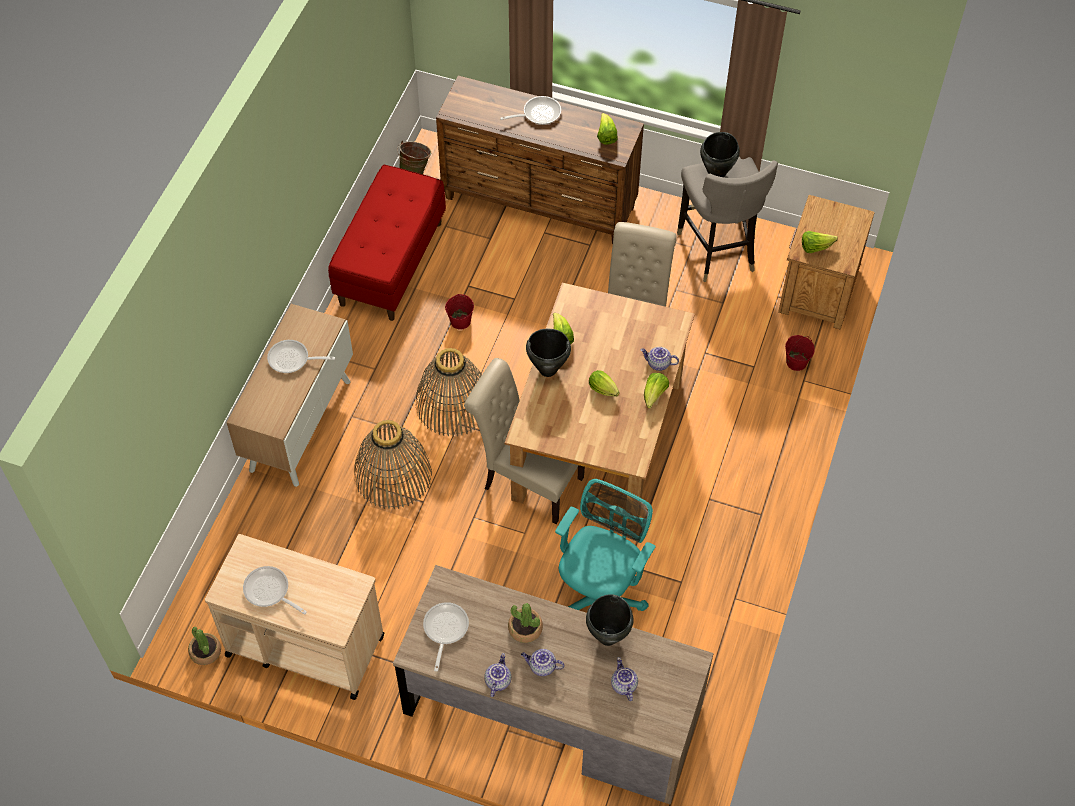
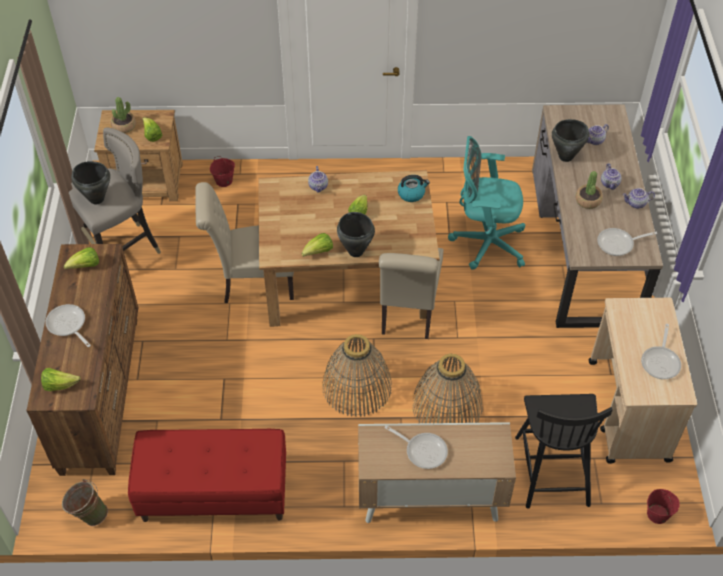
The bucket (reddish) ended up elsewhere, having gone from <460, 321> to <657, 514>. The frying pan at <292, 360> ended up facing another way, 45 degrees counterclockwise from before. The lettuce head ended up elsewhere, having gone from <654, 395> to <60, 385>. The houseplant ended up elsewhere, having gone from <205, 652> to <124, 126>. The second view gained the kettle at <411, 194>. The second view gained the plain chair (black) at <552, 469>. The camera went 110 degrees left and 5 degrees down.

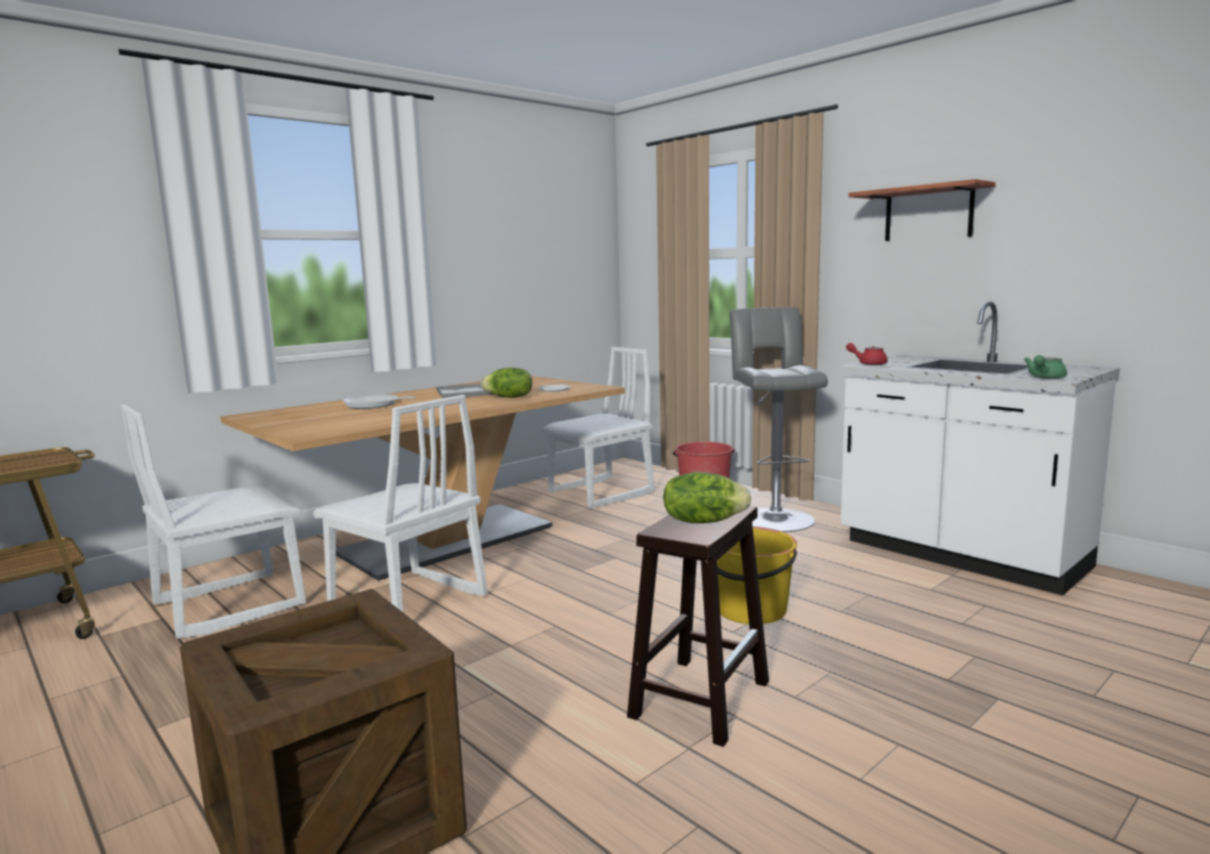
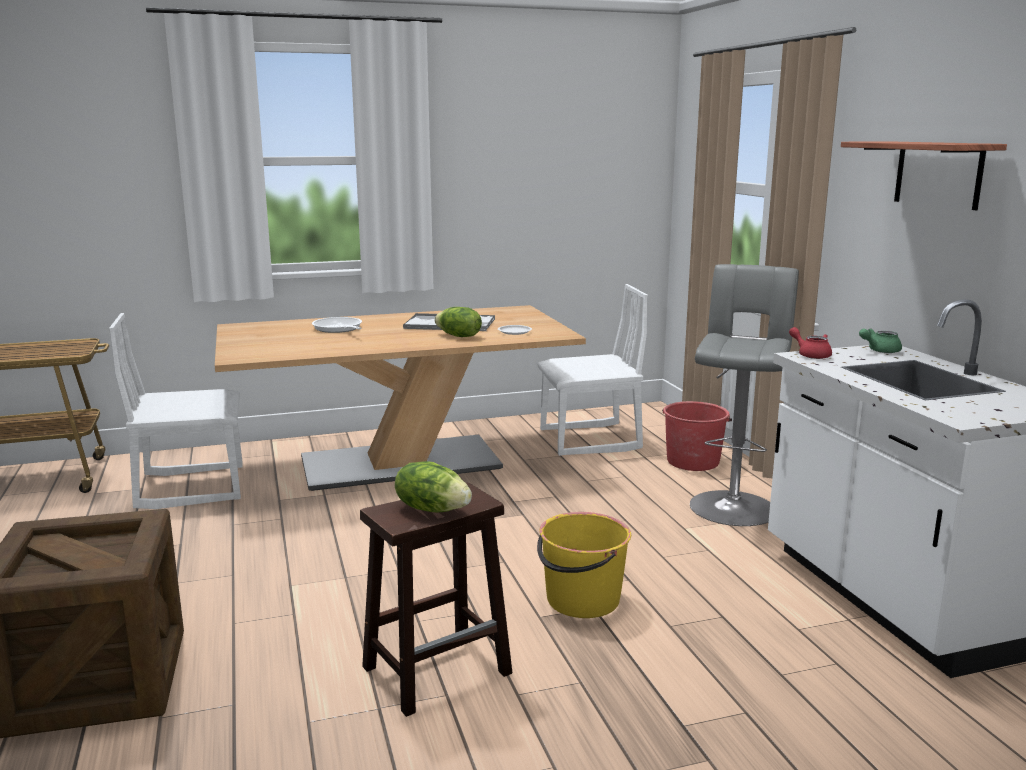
The teapot (green-coloured) ended up elsewhere, having gone from <1044, 378> to <879, 351>. The second view lost the plain chair (white) at <407, 602>. The camera went 25 degrees right and 5 degrees up.

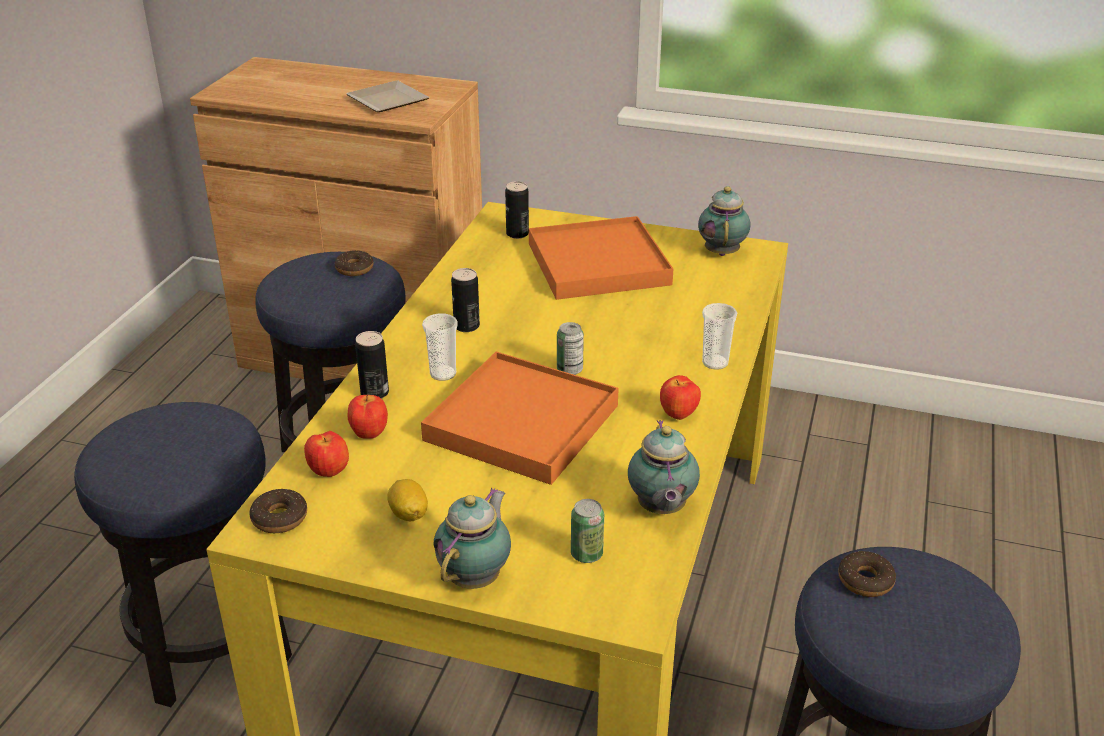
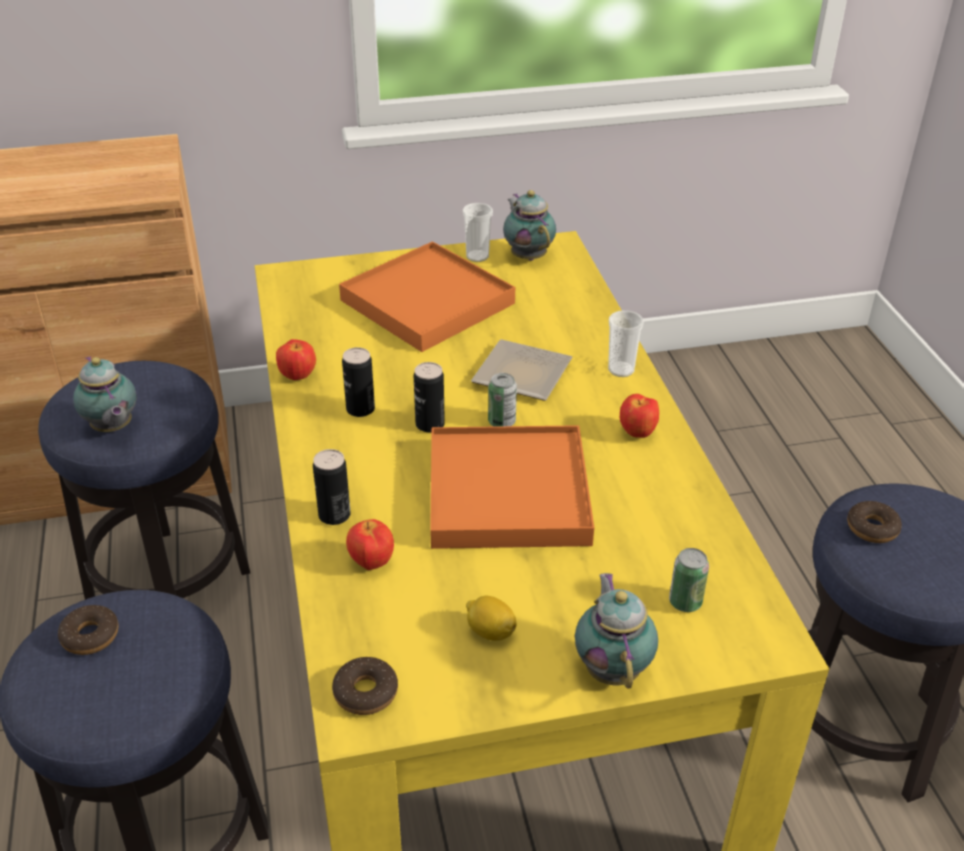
The plate ended up elsewhere, having gone from <385, 101> to <518, 375>. The sealed can ended up elsewhere, having gone from <517, 234> to <430, 424>. The doughnut ended up elsewhere, having gone from <354, 269> to <90, 636>. The drinking cup ended up elsewhere, having gone from <443, 373> to <477, 256>. The teapot ended up elsewhere, having gone from <660, 509> to <112, 428>. The apple fruit ended up elsewhere, having gone from <329, 472> to <298, 376>. The camera went 30 degrees left and 5 degrees up.

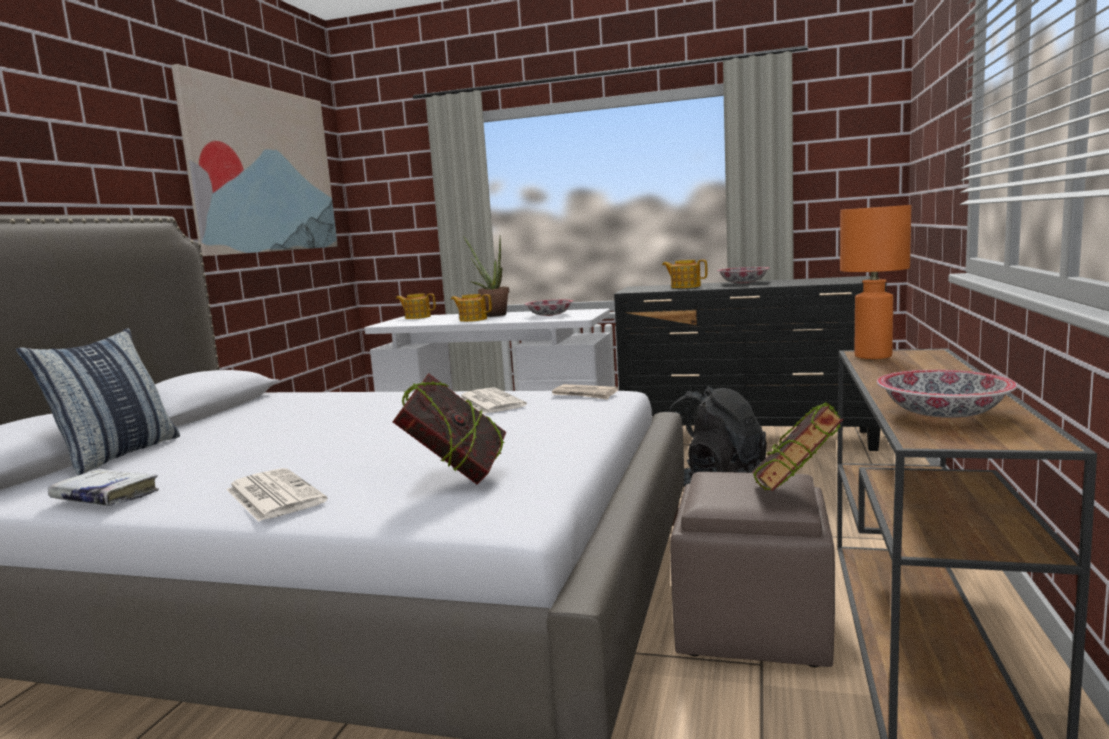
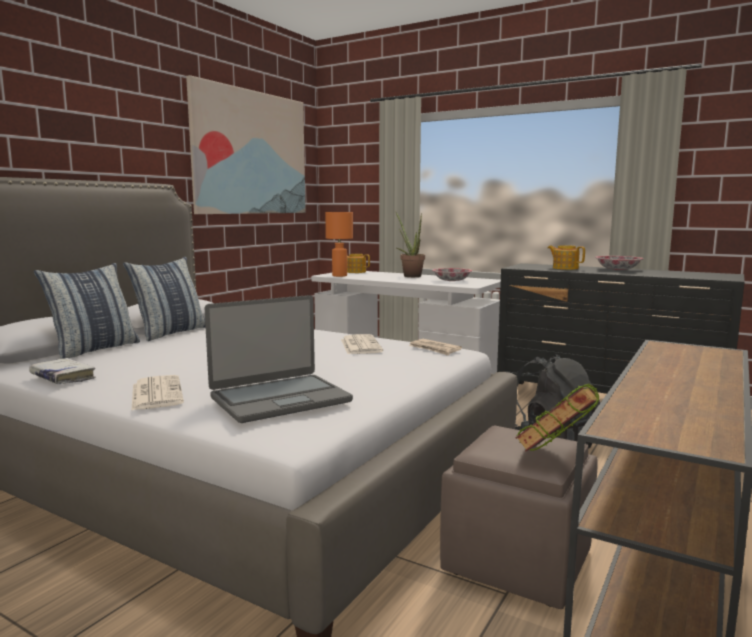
The lamp for a table (orange-coloured) ended up elsewhere, having gone from <873, 356> to <339, 276>. The second view lost the teapot at <472, 319>. The second view lost the serving bowl at <944, 414>. Where the book stood at <456, 476>, the notebook computer came to stand at <279, 399>. The second view gained the cushion at <171, 333>. The camera went 15 degrees right and 0 degrees up.

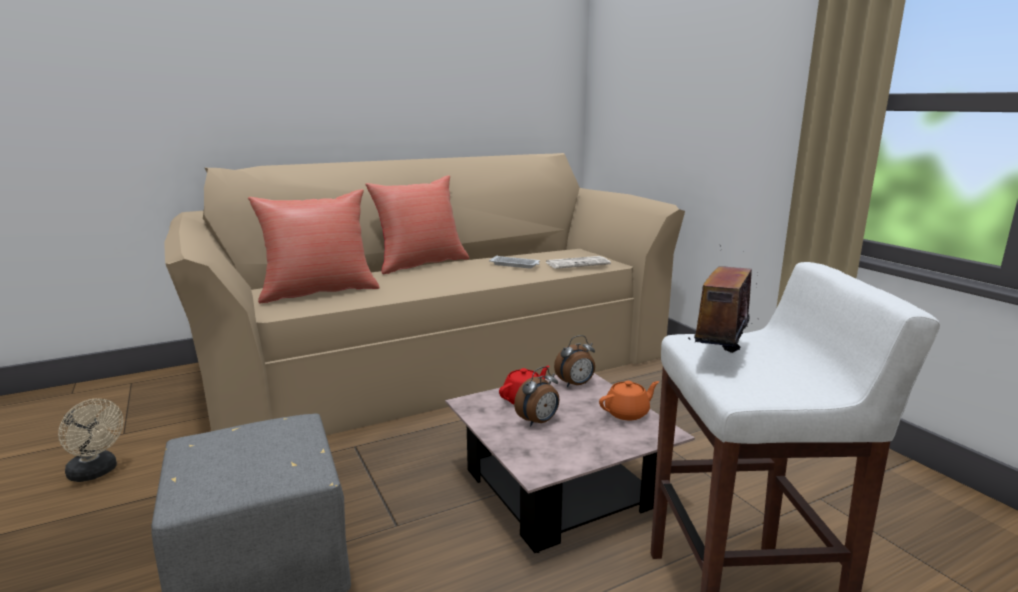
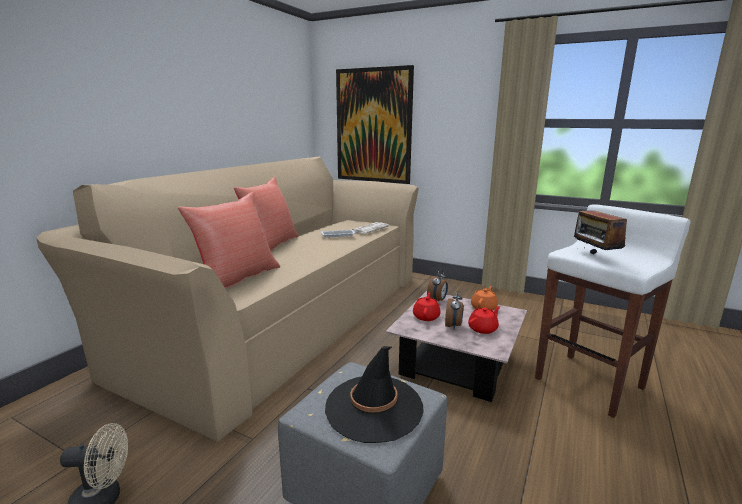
The second view gained the wall picture at <373, 126>. The second view gained the teapot (reddish) at <483, 329>. The second view gained the clothing hat (black) at <374, 407>. The camera went 35 degrees left and 0 degrees up.

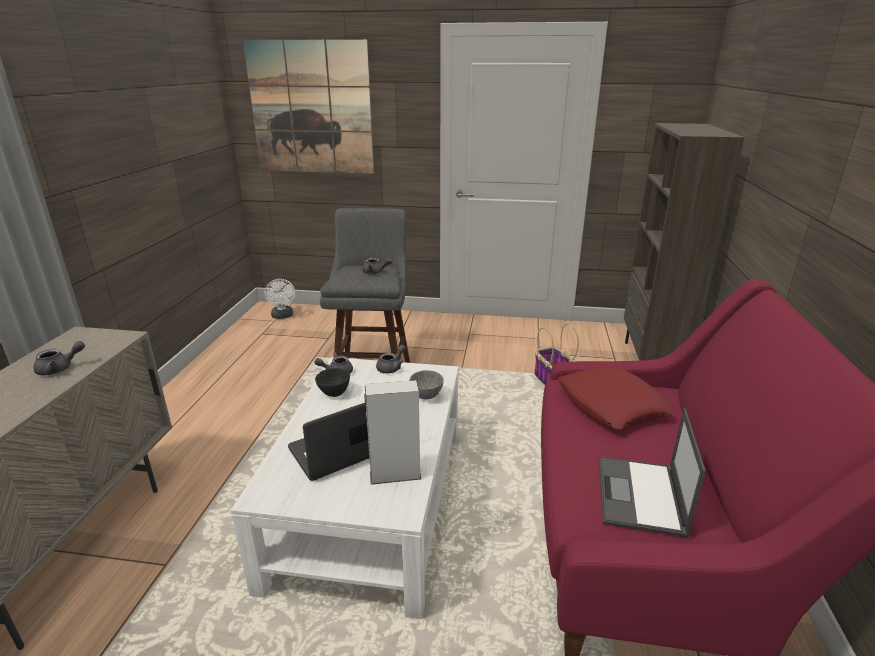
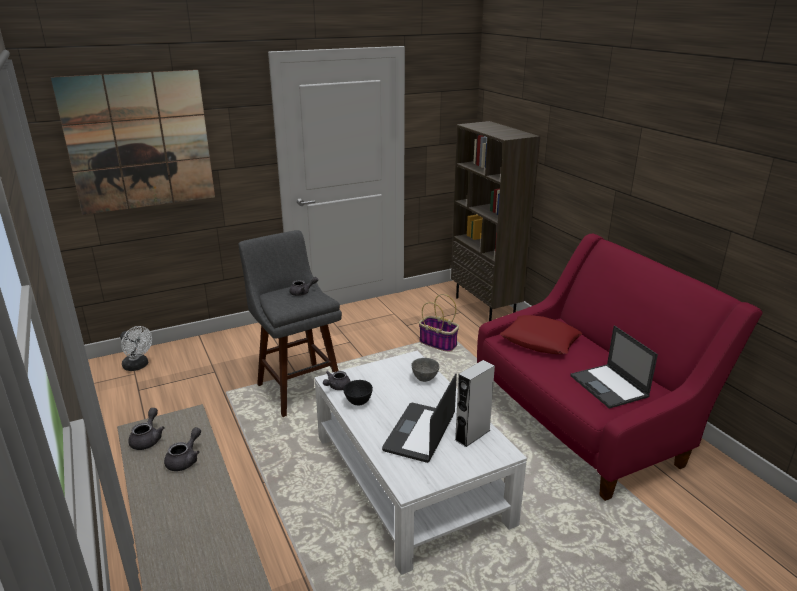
The teapot (gray) ended up elsewhere, having gone from <392, 367> to <148, 439>. The camera went 35 degrees left and 0 degrees up.

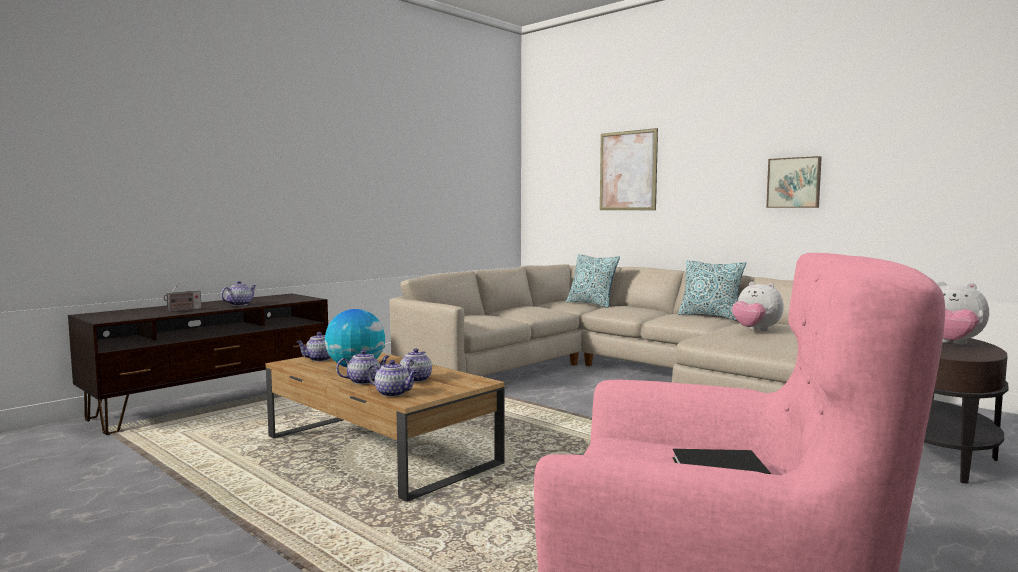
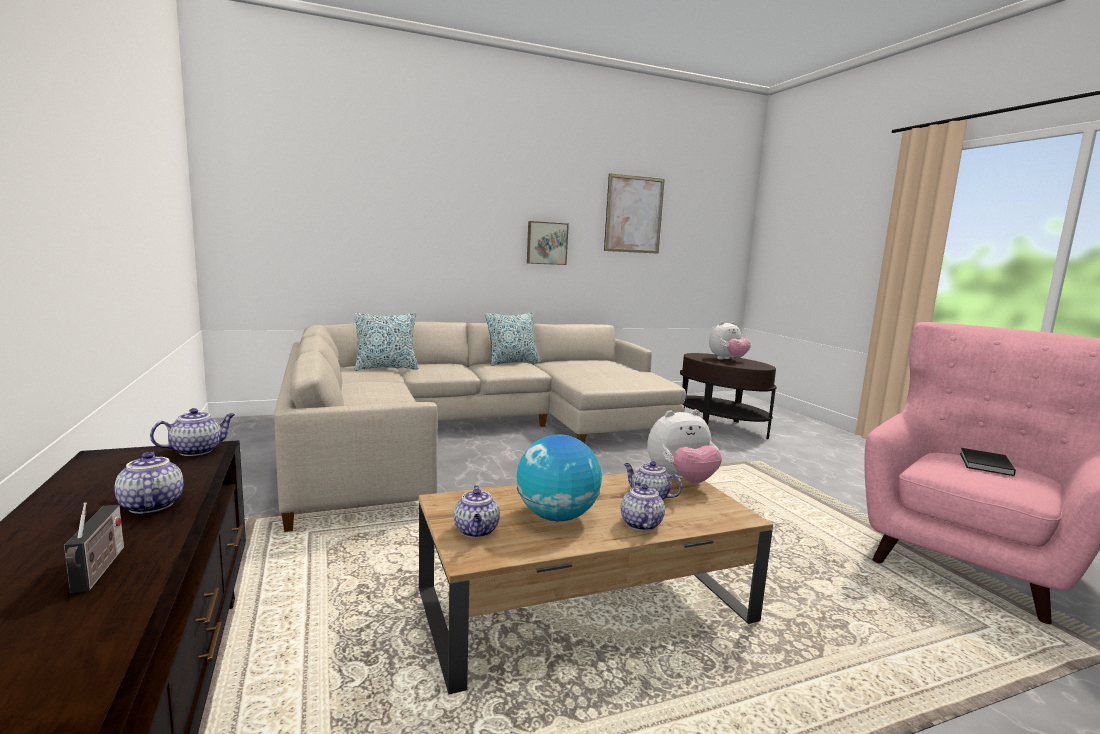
The wall picture ended up elsewhere, having gone from <628, 170> to <634, 214>. The plush toy ended up elsewhere, having gone from <755, 330> to <681, 481>. The teapot ended up elsewhere, having gone from <393, 393> to <197, 450>. The camera went 65 degrees left and 5 degrees up.

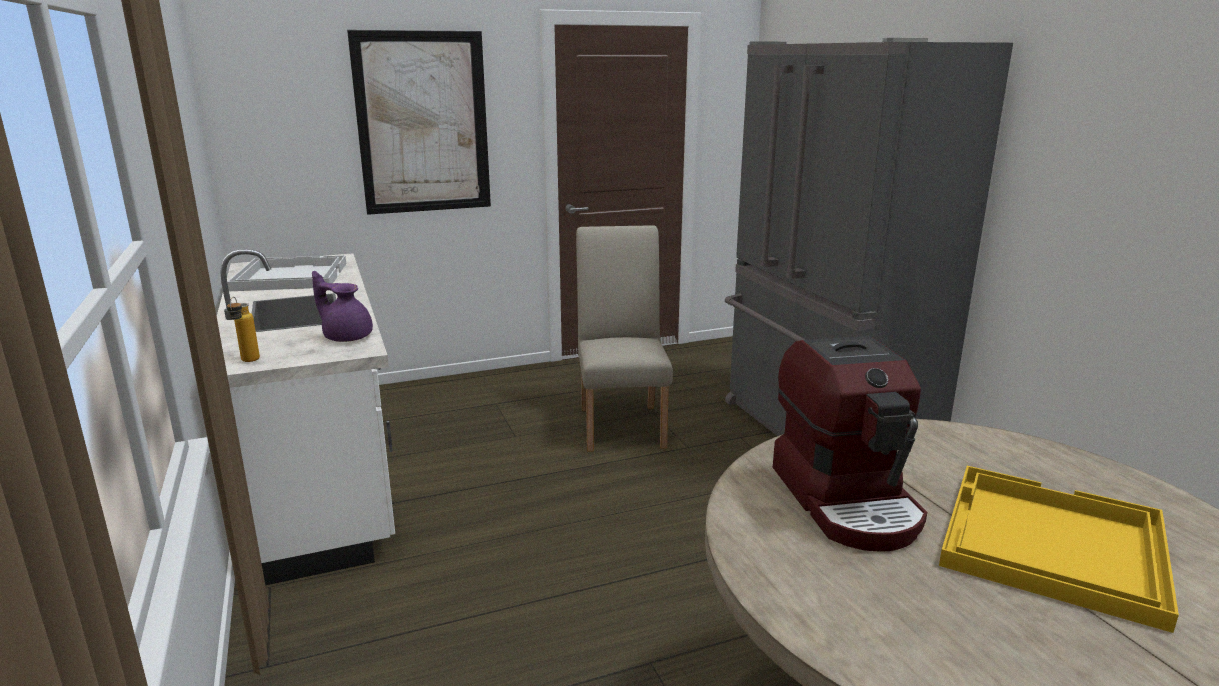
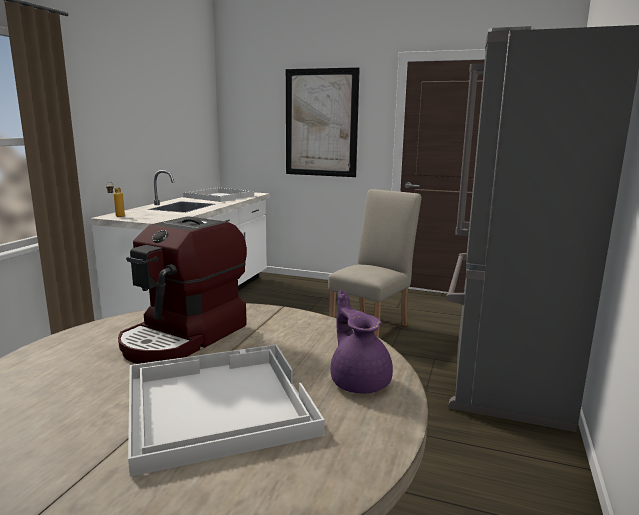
The teapot (purplish) ended up elsewhere, having gone from <346, 337> to <359, 381>. What was the carrying tray (yellow-coloured) at <1050, 545> turned into the carrying tray (white) at <216, 403>. The camera went 40 degrees right and 5 degrees down.

